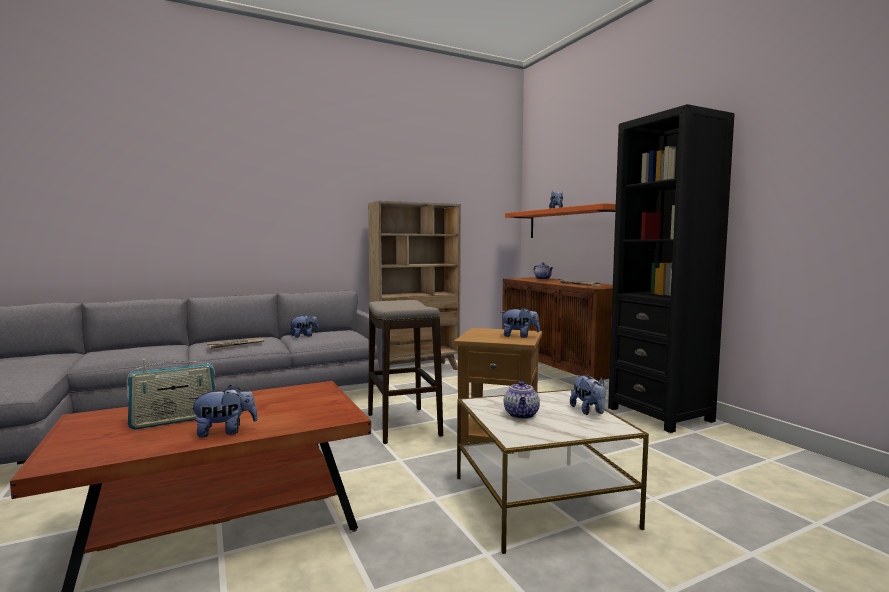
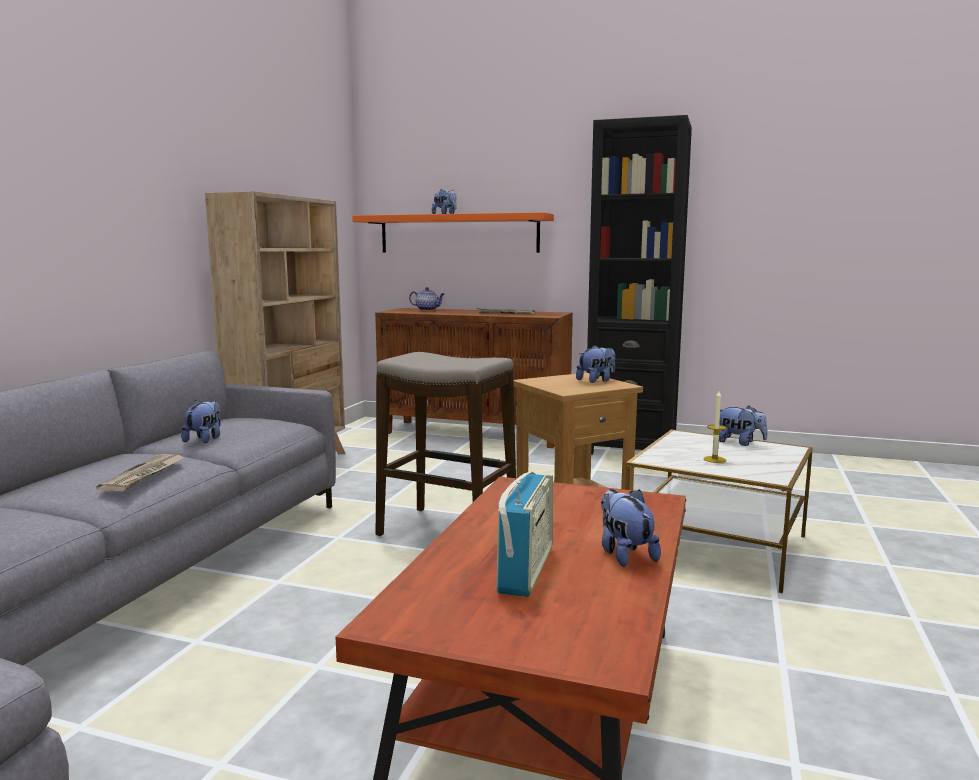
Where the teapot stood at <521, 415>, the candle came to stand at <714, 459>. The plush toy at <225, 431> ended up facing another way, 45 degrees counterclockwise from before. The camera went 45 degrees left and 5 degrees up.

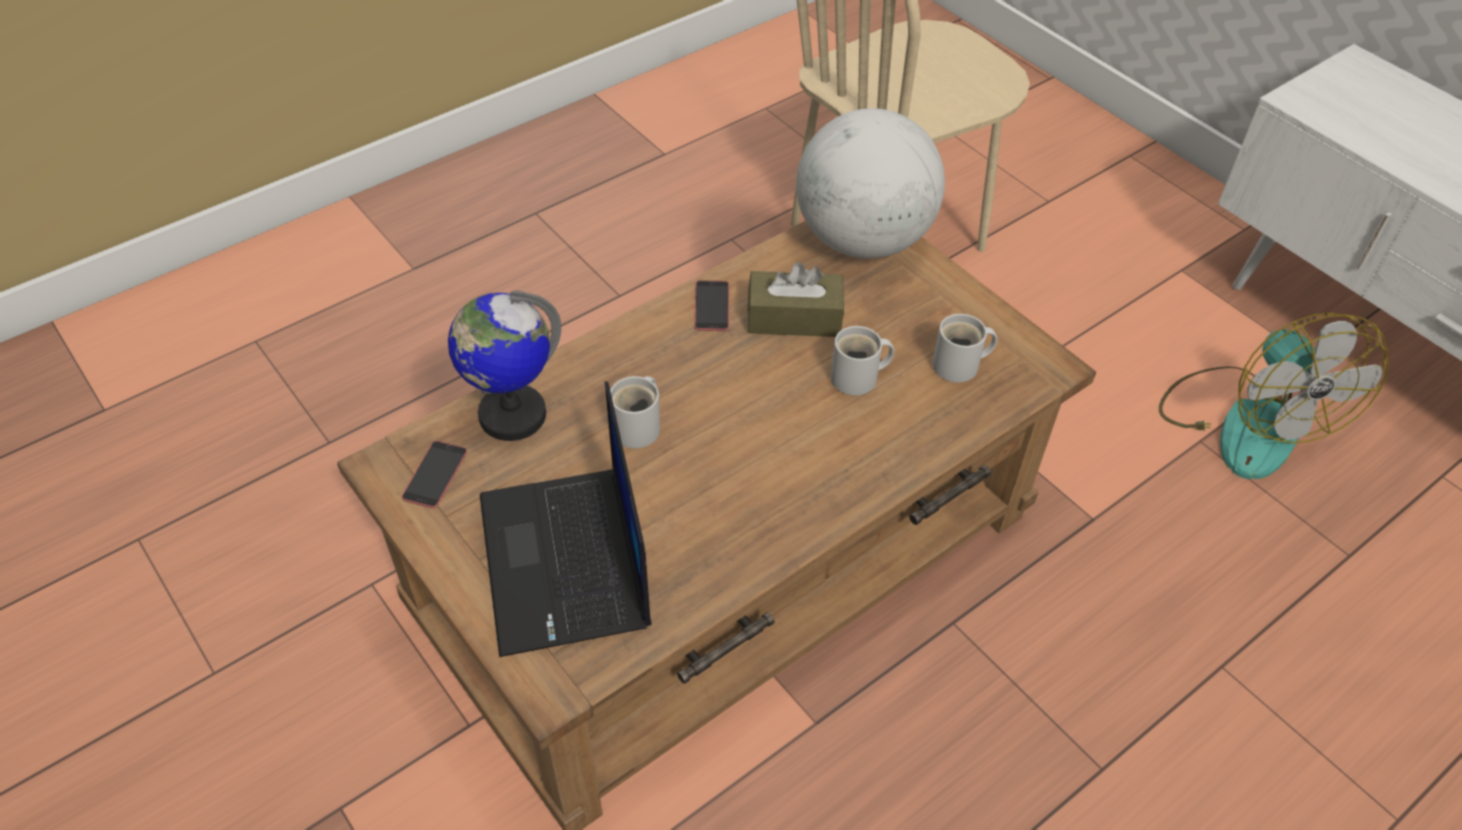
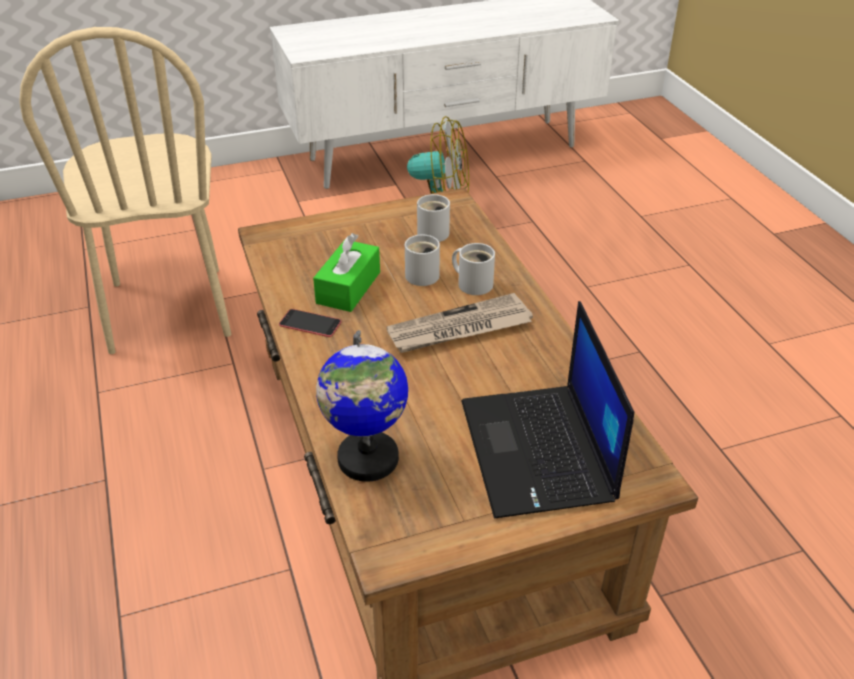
The second view lost the world globe at <863, 240>. What was the box of tissues (brown) at <794, 318> turned into the box of tissues (green-coloured) at <348, 287>. The coffee mug (white) ended up elsewhere, having gone from <640, 427> to <473, 283>. The notebook computer at <567, 562> ended up facing another way, 75 degrees clockwise from before. The second view lost the phone at <435, 474>. The second view gained the newspaper at <459, 329>. The camera went 70 degrees left and 10 degrees down.

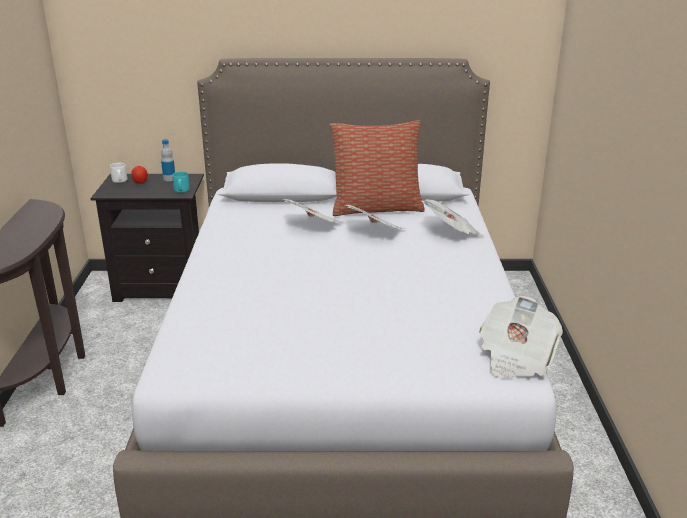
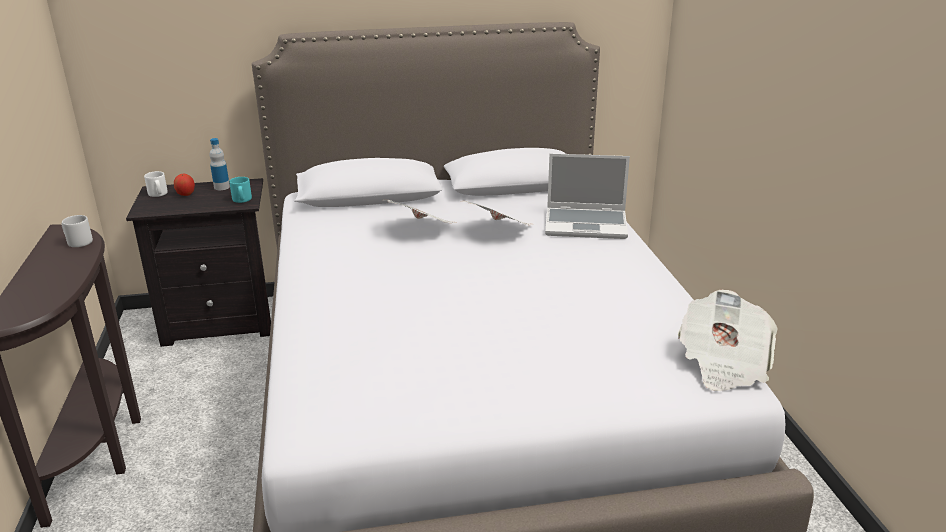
The second view lost the cushion at <376, 208>. Where the newspaper stood at <451, 233>, the notebook computer came to stand at <587, 224>. The second view gained the coffee mug (gray) at <78, 242>. The camera went 10 degrees left and 0 degrees up.

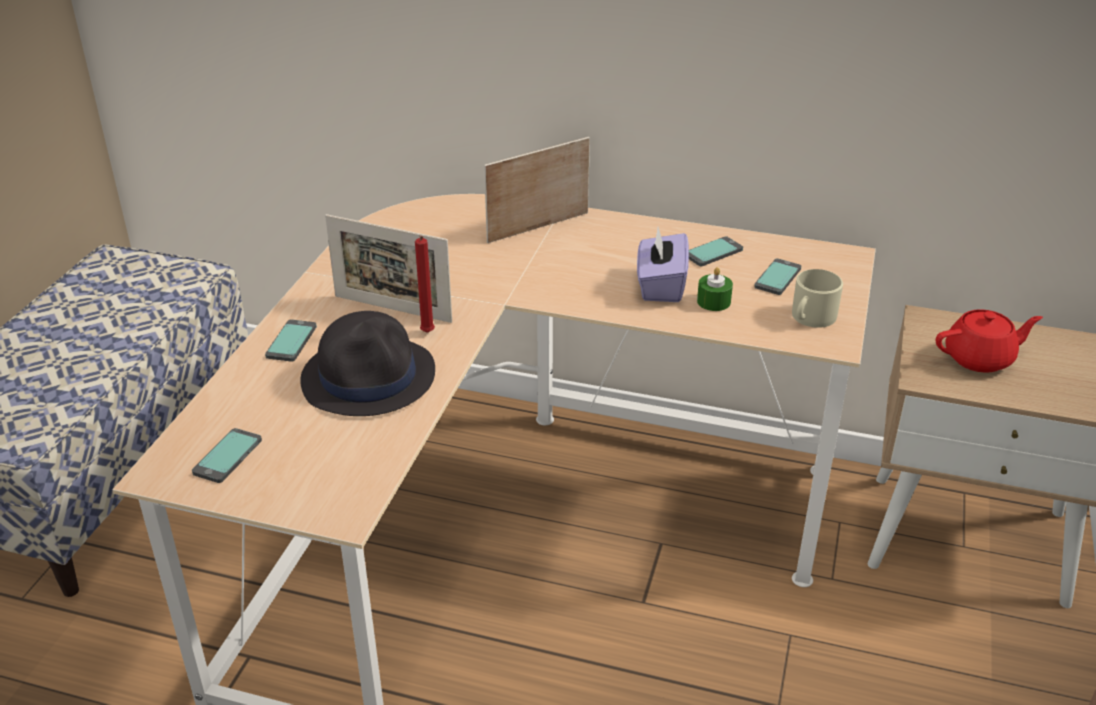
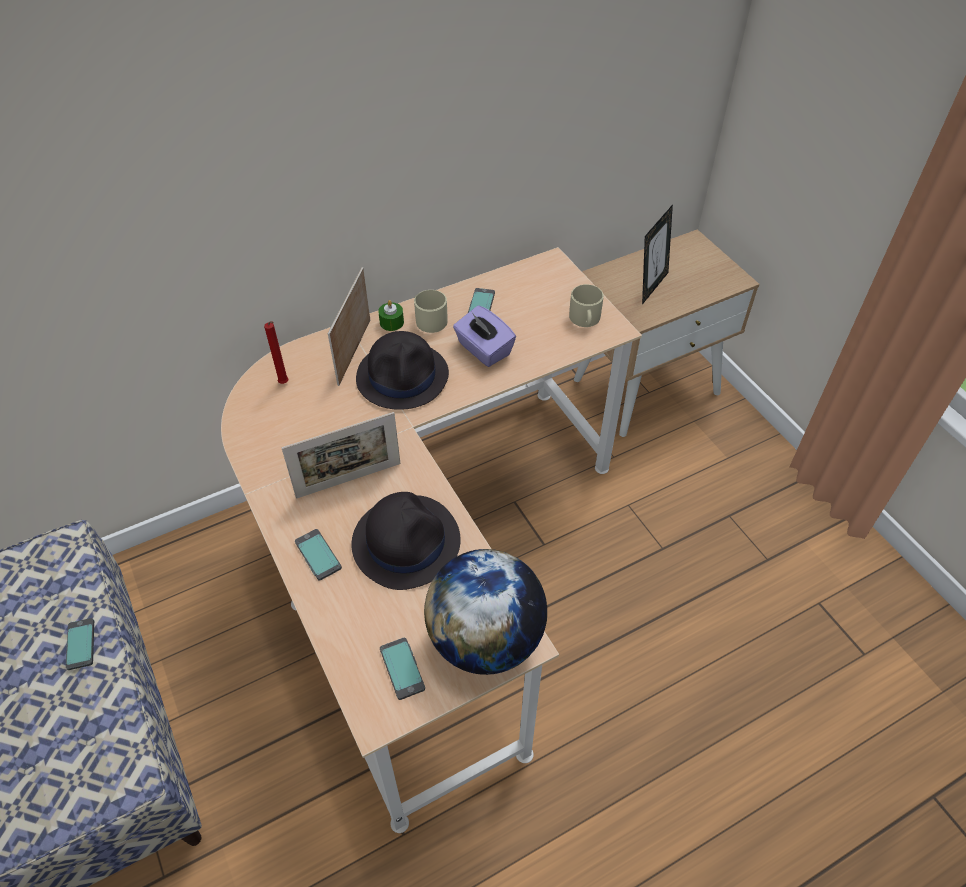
The candle (reddish) ended up elsewhere, having gone from <427, 334> to <285, 384>. The phone ended up elsewhere, having gone from <777, 278> to <80, 644>. The candle (green-coloured) ended up elsewhere, having gone from <713, 301> to <391, 322>. Where the teapot (reddish) stood at <980, 358>, the photo frame came to stand at <651, 286>. The second view gained the coffee mug (beige) at <428, 319>. The second view gained the clothing hat (black) at <403, 376>. The second view gained the world globe at <485, 639>. The camera went 45 degrees left and 15 degrees up.

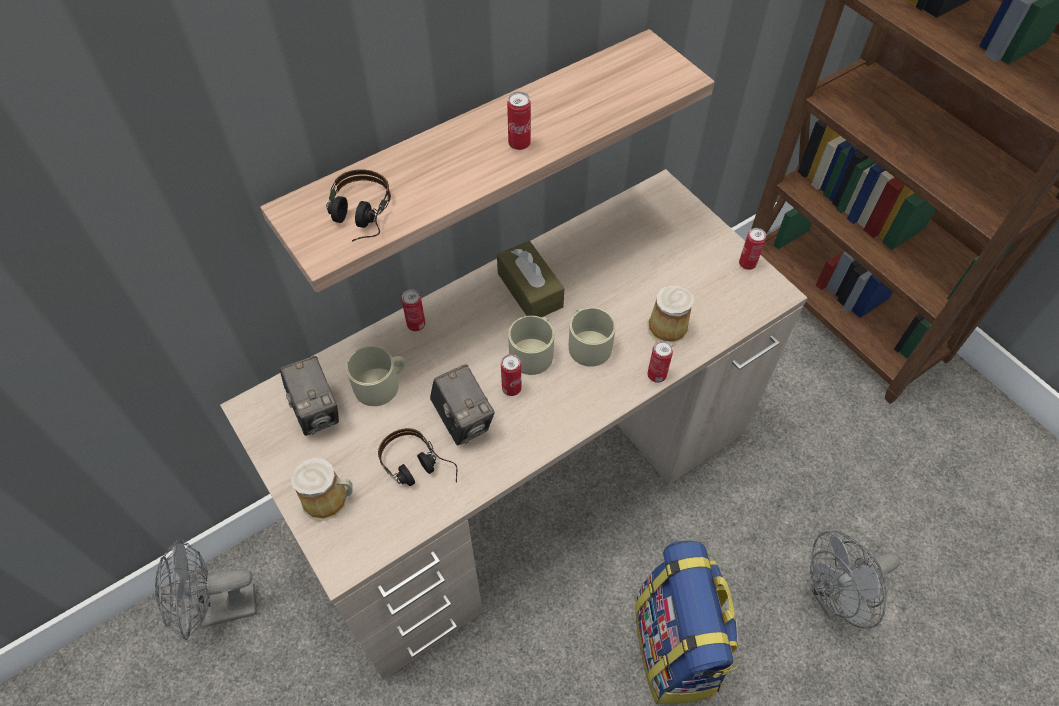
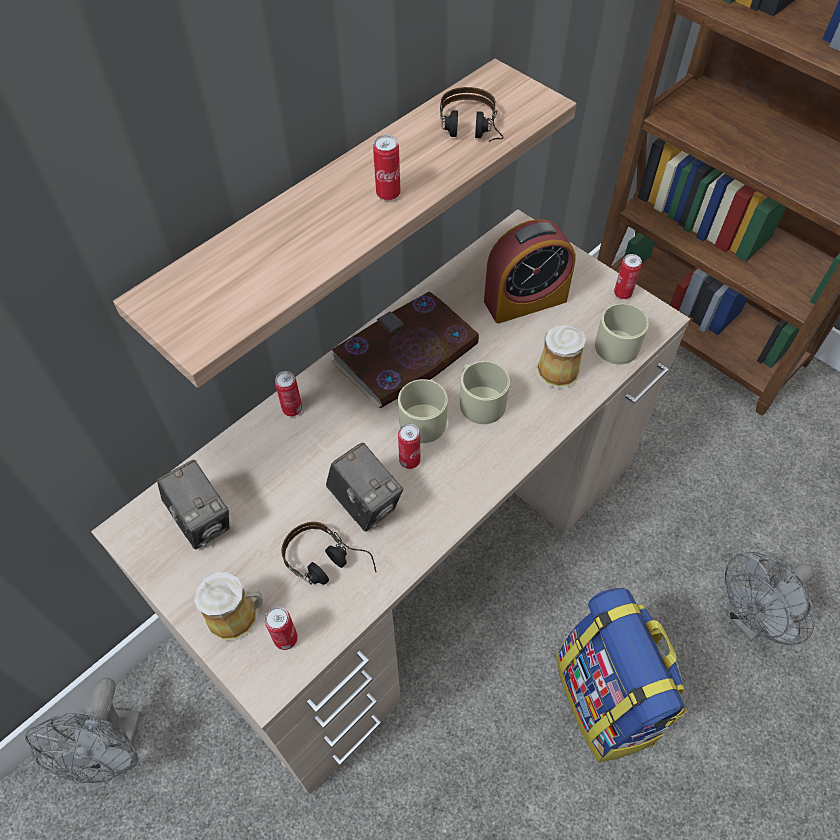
The headset ended up elsewhere, having gone from <358, 220> to <470, 133>. Where the box of tissues (brown) stood at <530, 290>, the book came to stand at <406, 354>. The sealed can ended up elsewhere, having gone from <656, 375> to <286, 639>. The coffee mug (beige) ended up elsewhere, having gone from <381, 384> to <620, 343>. The electric fan (gray) at <219, 609> ended up facing another way, 60 degrees counterclockwise from before. The second view gained the alarm clock at <525, 301>. The camera went 10 degrees left and 0 degrees up.

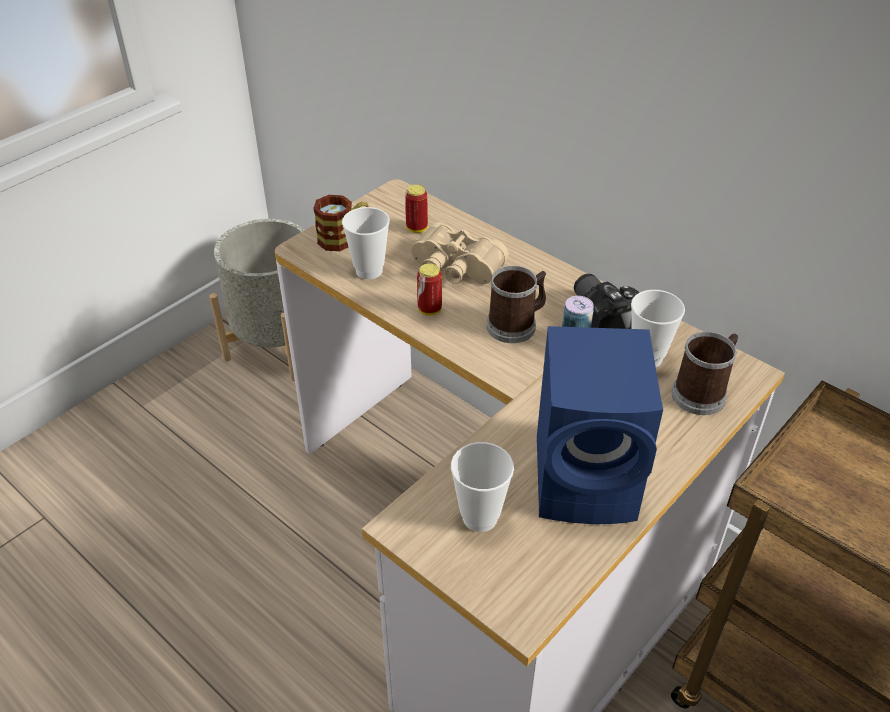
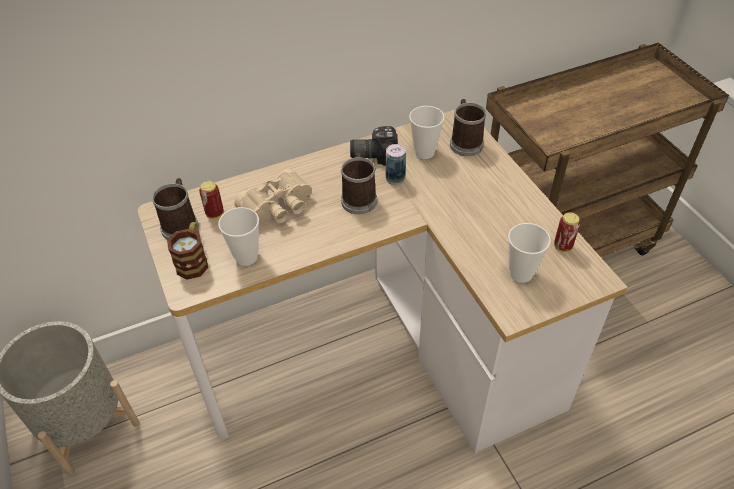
The sealed can ended up elsewhere, having gone from <429, 310> to <562, 246>. The second view lost the loudspeaker (blue) at <589, 480>. The second view gained the coffee mug at <181, 224>. The camera went 65 degrees left and 5 degrees up.

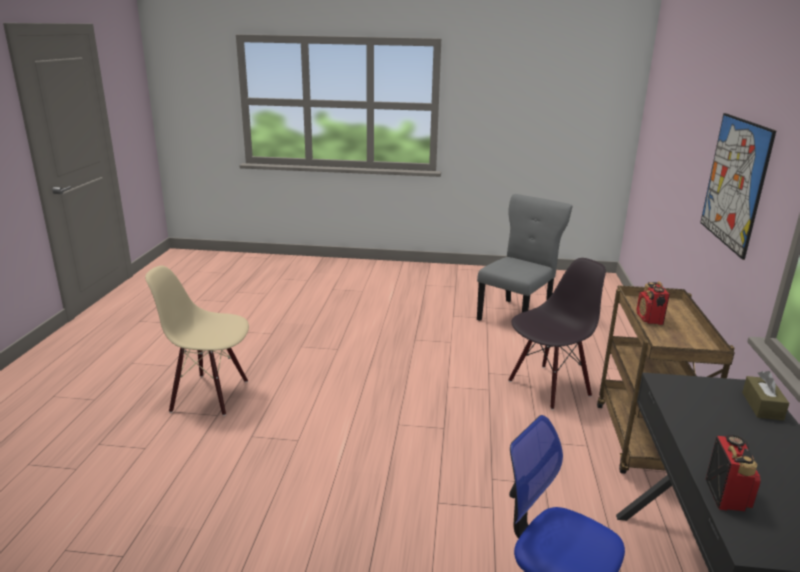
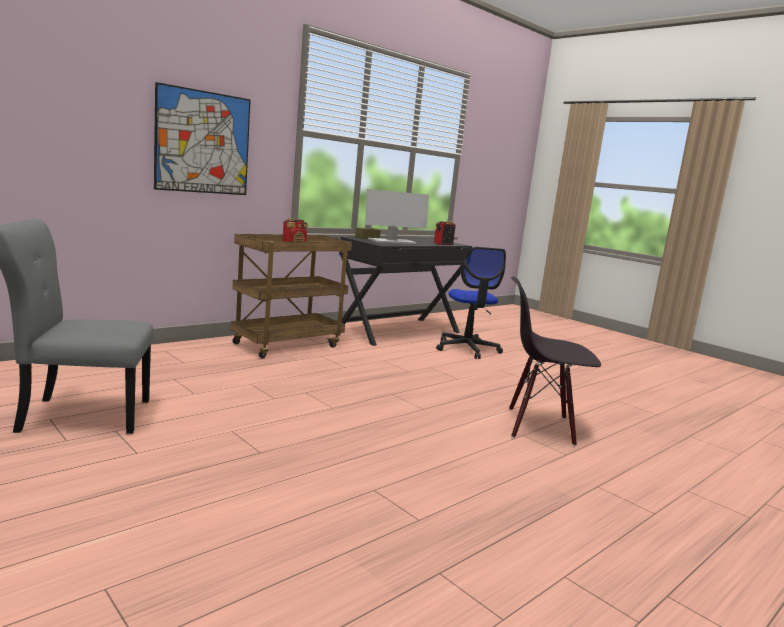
The plain chair (black) ended up elsewhere, having gone from <548, 387> to <539, 426>. The second view lost the plain chair (beige) at <210, 395>. The second view gained the computer screen at <392, 242>. The camera went 140 degrees left and 10 degrees down.

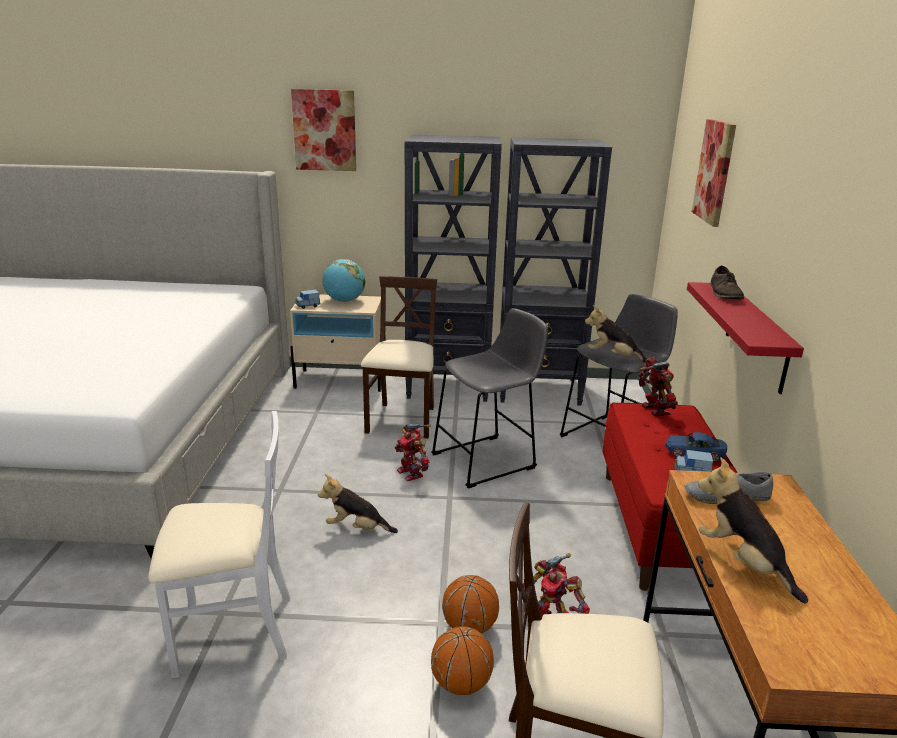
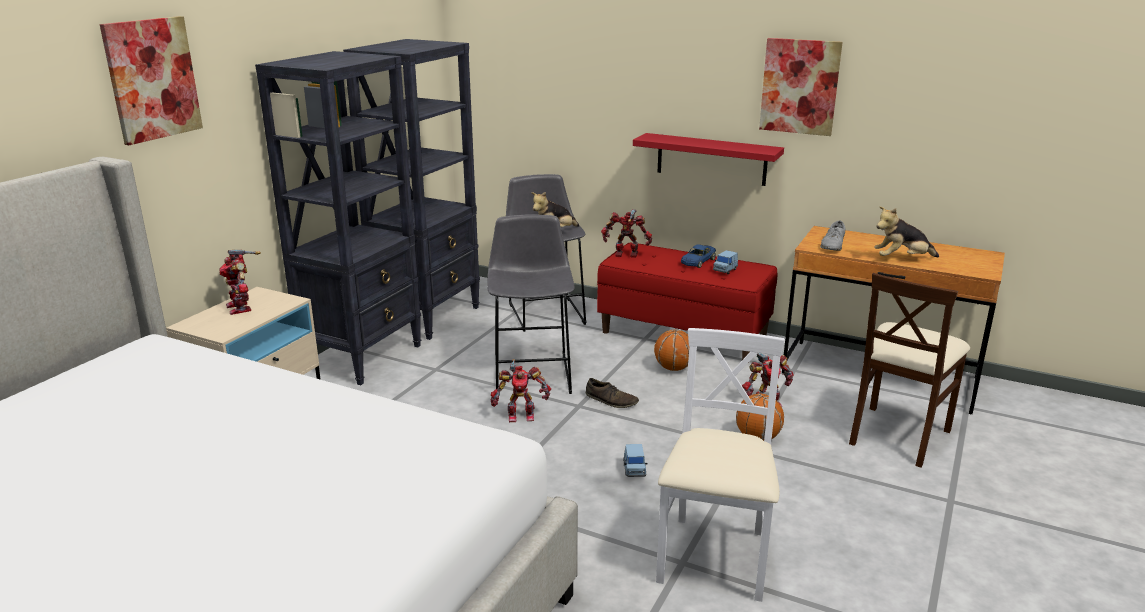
The wall picture ended up elsewhere, having gone from <714, 171> to <800, 86>. Where the world globe stood at <344, 301>, the model robot came to stand at <241, 307>. The item of footwear (brown) ended up elsewhere, having gone from <725, 293> to <611, 400>. The second view lost the plain chair (beige) at <402, 421>. The miniature car (blue) ended up elsewhere, having gone from <308, 306> to <634, 470>. The second view lost the plush toy at <357, 528>. The basketball ended up elsewhere, having gone from <461, 683> to <673, 368>. The camera went 65 degrees left and 0 degrees up.

